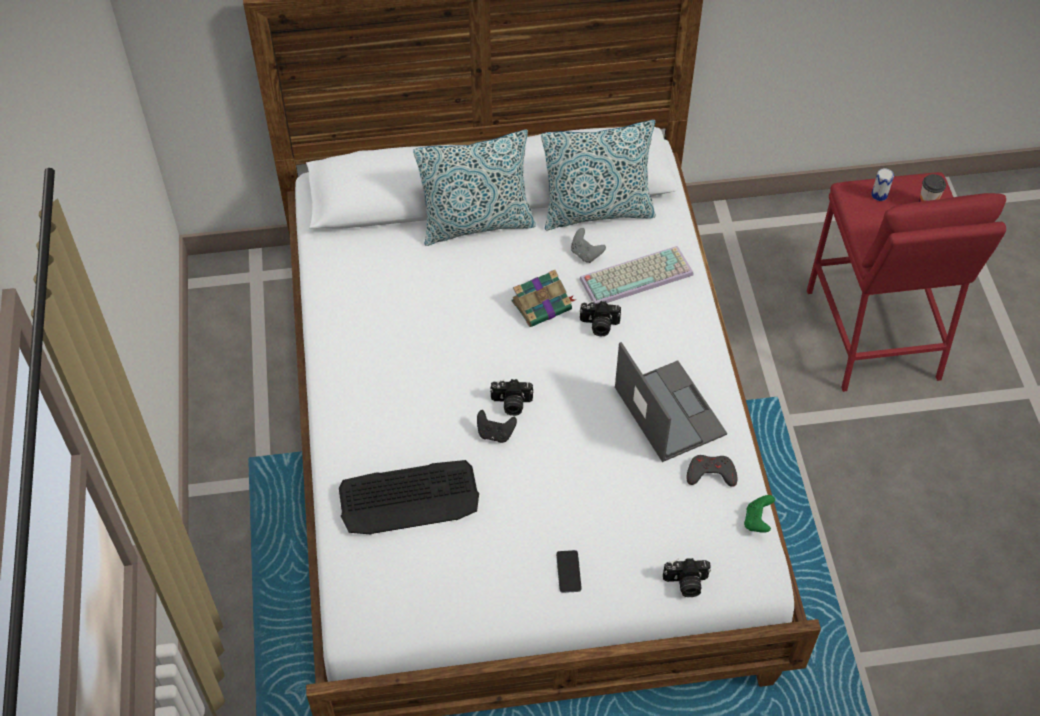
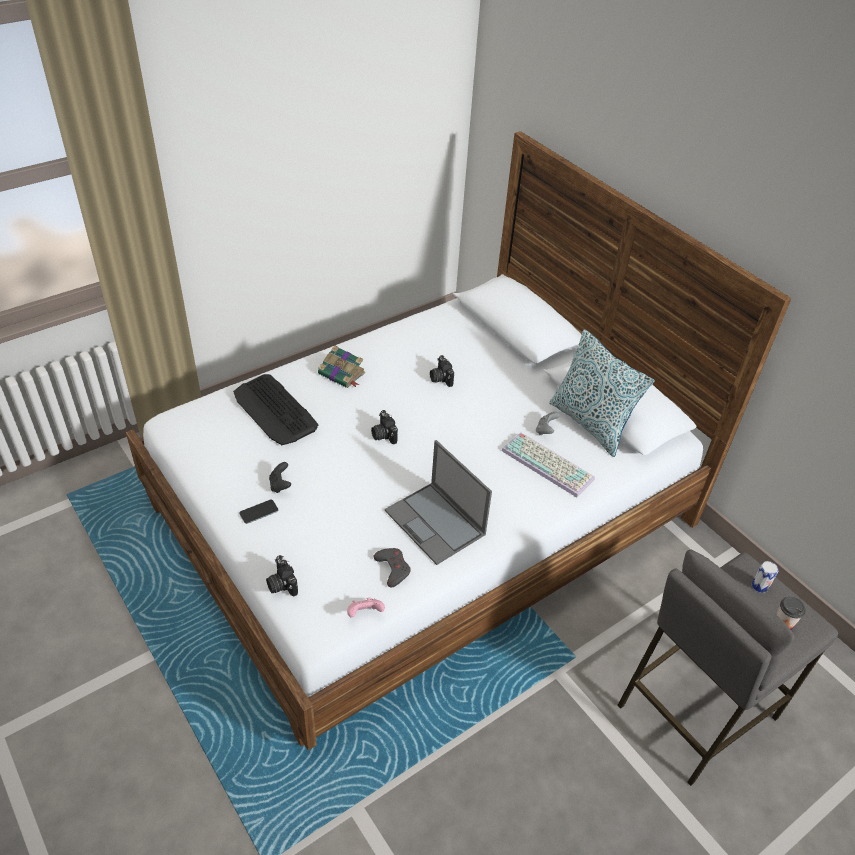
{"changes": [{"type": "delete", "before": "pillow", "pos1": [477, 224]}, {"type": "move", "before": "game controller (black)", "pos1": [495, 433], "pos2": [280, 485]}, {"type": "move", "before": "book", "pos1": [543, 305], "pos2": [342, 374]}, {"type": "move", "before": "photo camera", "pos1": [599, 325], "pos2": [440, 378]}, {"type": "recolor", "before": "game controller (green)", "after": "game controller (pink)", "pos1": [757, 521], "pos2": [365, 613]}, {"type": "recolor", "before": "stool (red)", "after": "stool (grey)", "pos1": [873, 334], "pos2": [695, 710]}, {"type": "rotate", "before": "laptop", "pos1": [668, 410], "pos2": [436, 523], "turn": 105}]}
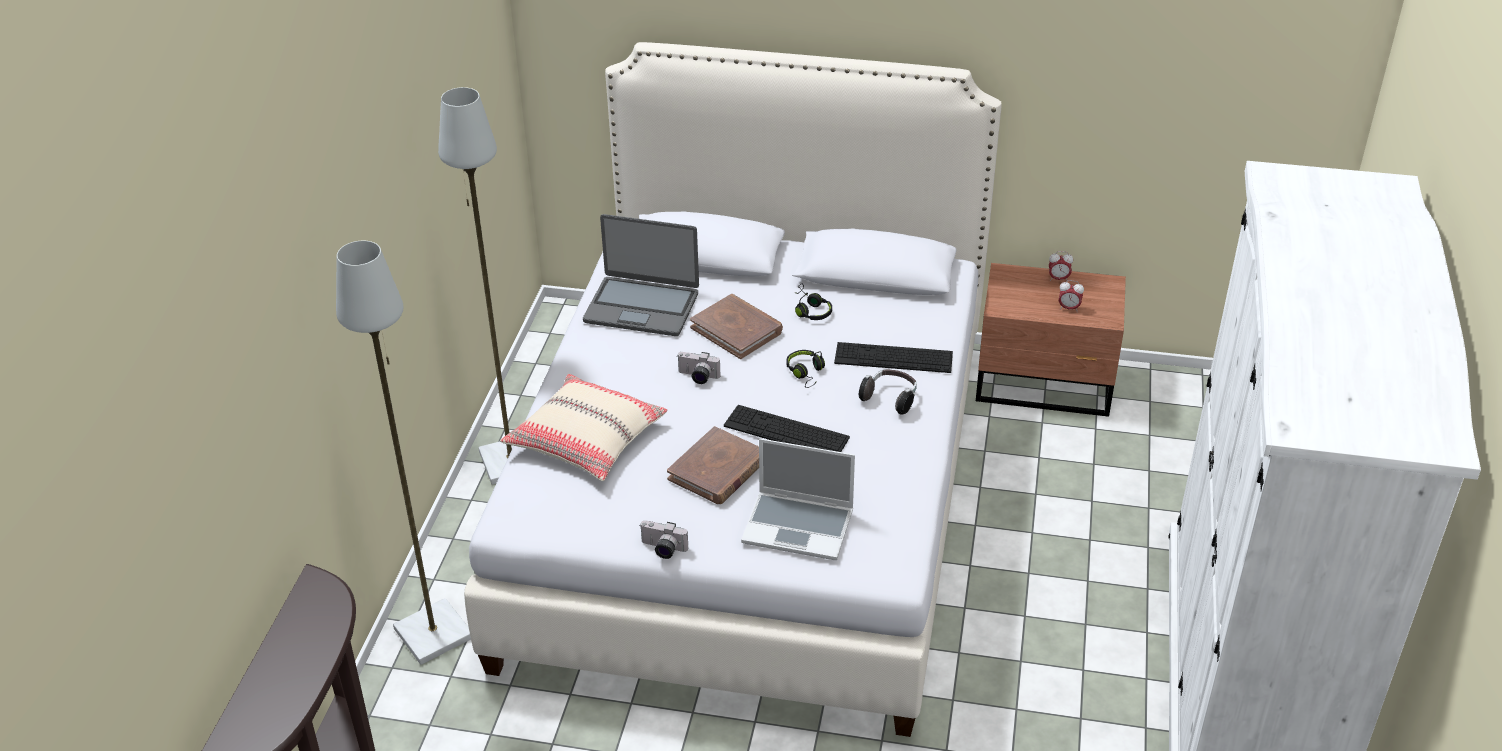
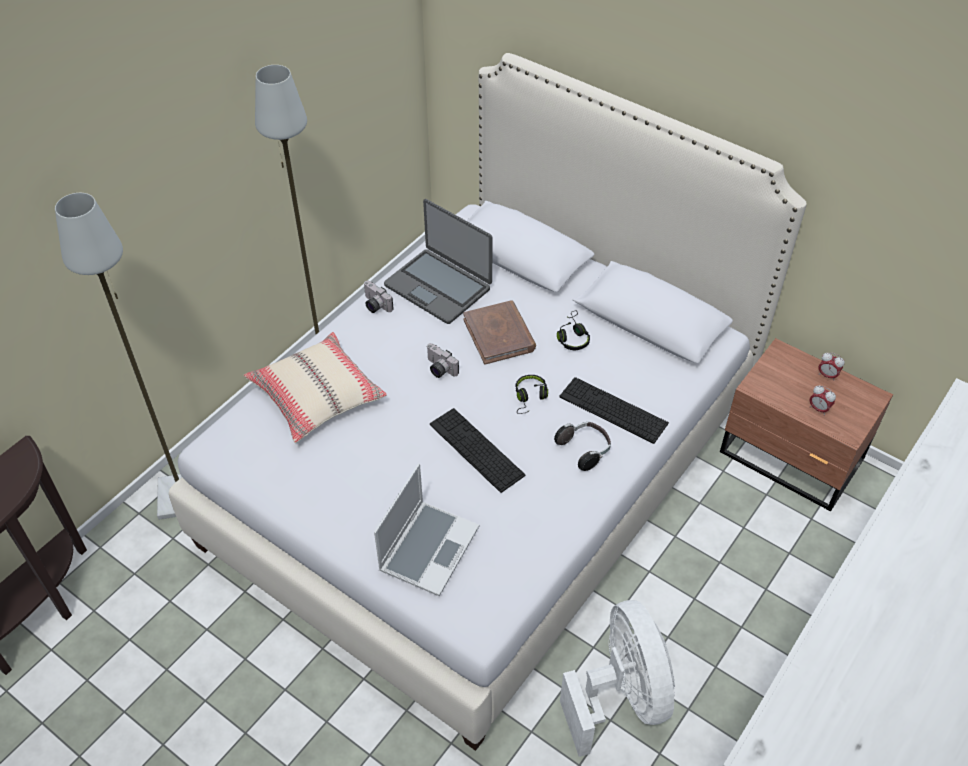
{"changes": [{"type": "delete", "before": "book (brown)", "pos1": [718, 470]}, {"type": "insert", "after": "fan (white)", "pos2": [620, 696]}, {"type": "move", "before": "photo camera", "pos1": [662, 549], "pos2": [375, 305]}, {"type": "rotate", "before": "laptop", "pos1": [799, 526], "pos2": [428, 547], "turn": -105}]}
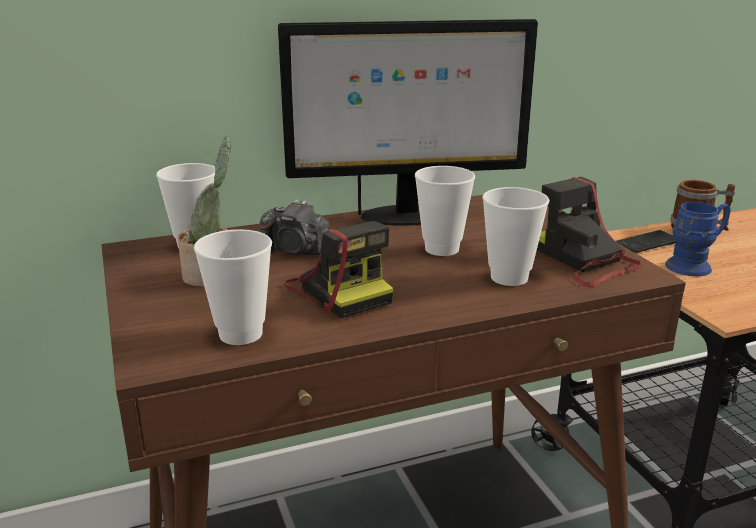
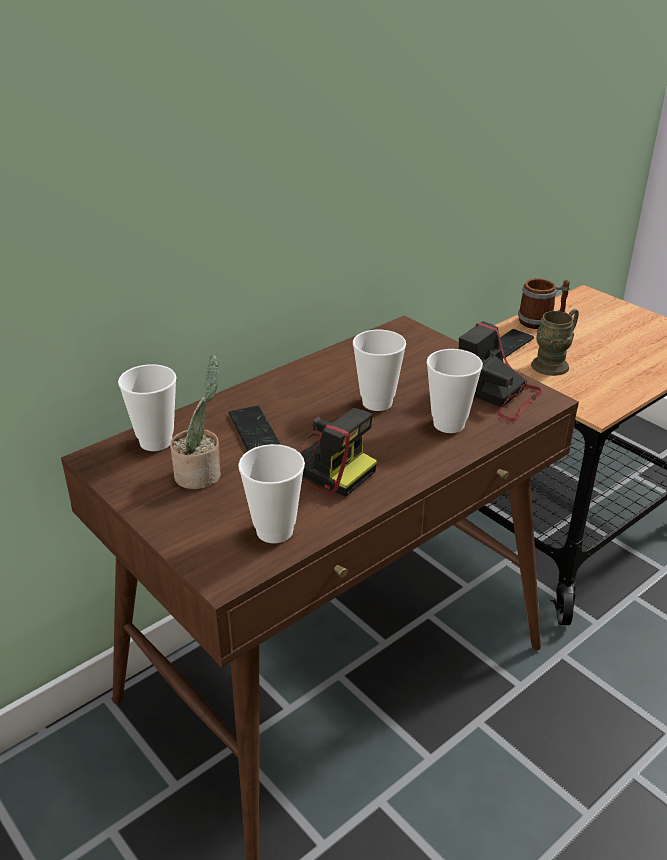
{"changes": [{"type": "delete", "before": "monitor", "pos1": [405, 216]}, {"type": "replace", "before": "photo camera", "after": "phone", "pos1": [295, 251], "pos2": [253, 430]}, {"type": "recolor", "before": "mug (blue)", "after": "mug (brown)", "pos1": [695, 265], "pos2": [554, 363]}]}
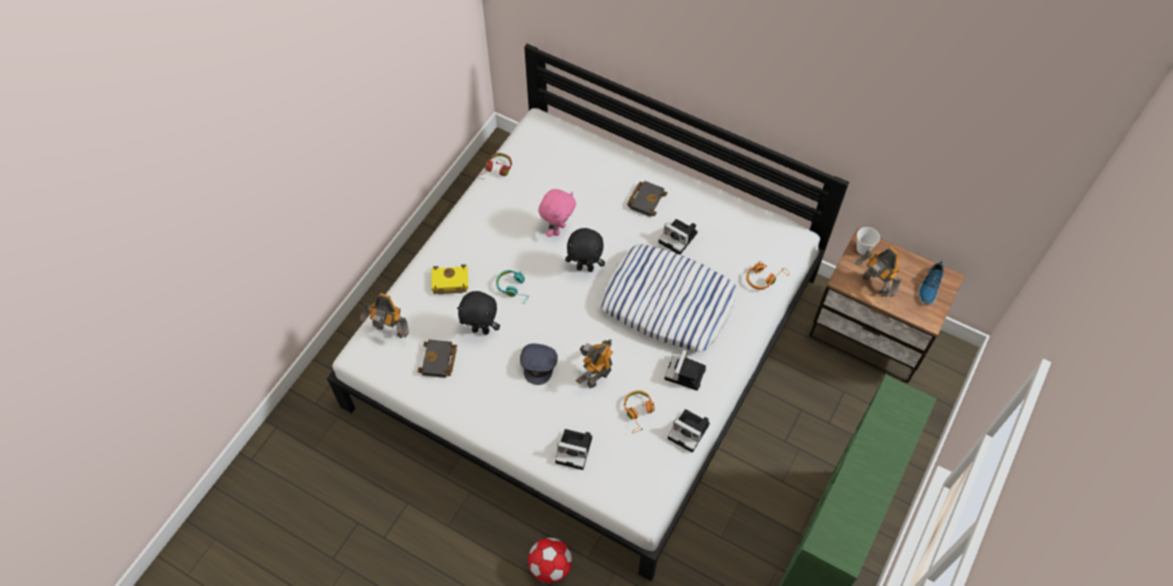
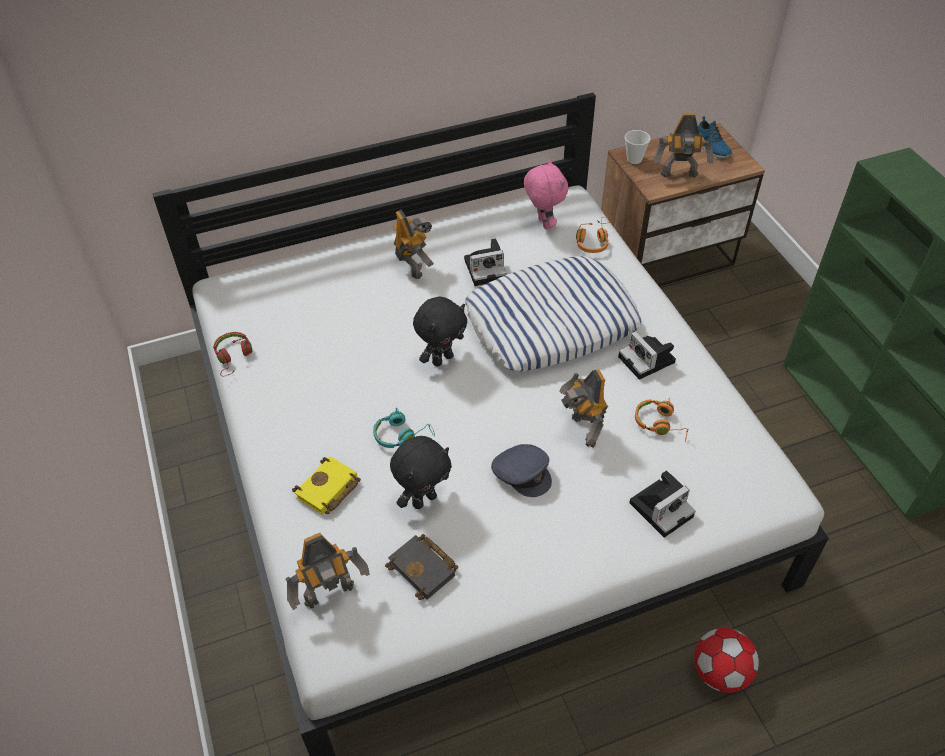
{"changes": [{"type": "delete", "before": "photo camera", "pos1": [690, 431]}, {"type": "move", "before": "plush toy (pink)", "pos1": [558, 229], "pos2": [543, 223]}, {"type": "replace", "before": "book (black)", "after": "toy robot", "pos1": [646, 199], "pos2": [413, 266]}]}
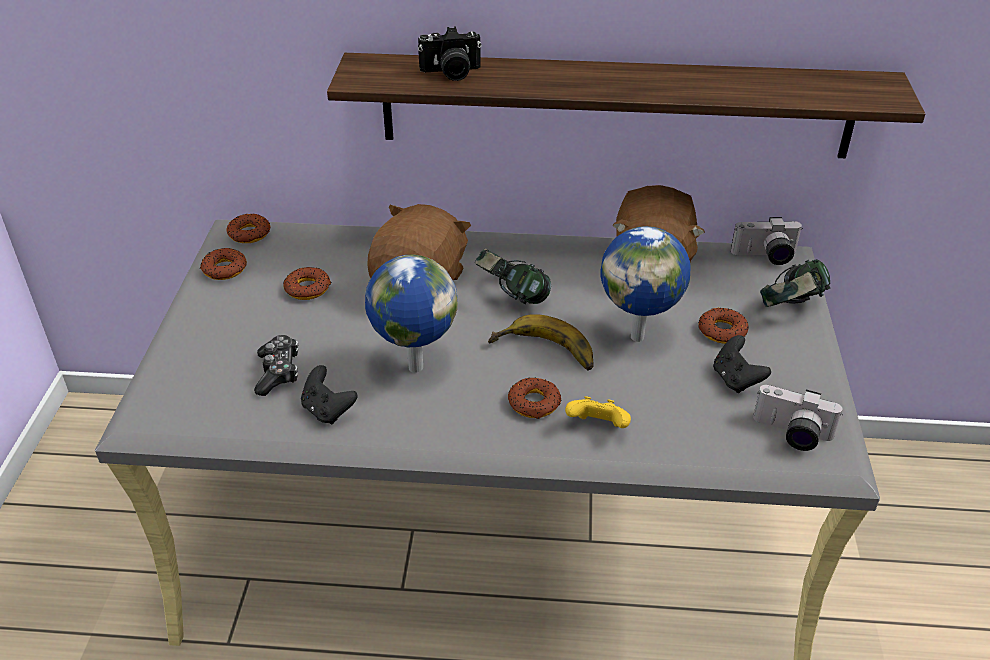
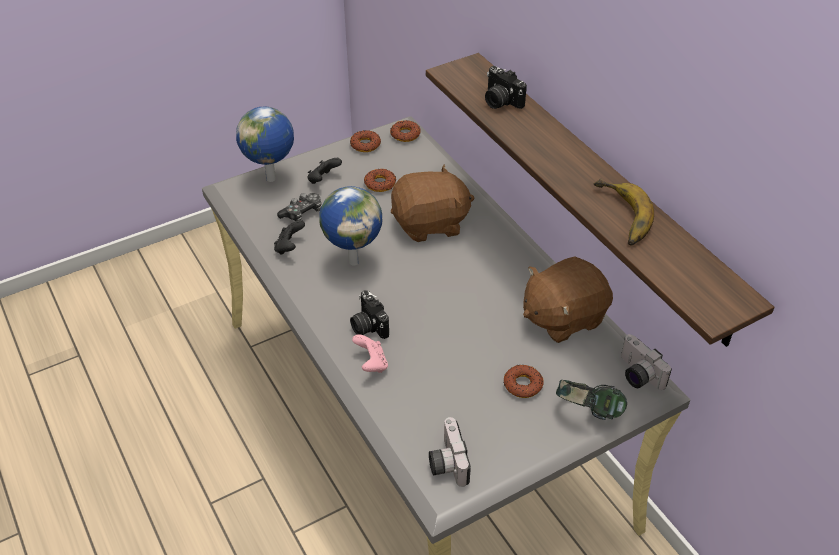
{"changes": [{"type": "delete", "before": "headphones", "pos1": [511, 296]}, {"type": "move", "before": "banana", "pos1": [543, 354], "pos2": [618, 217]}, {"type": "move", "before": "globe", "pos1": [638, 336], "pos2": [272, 179]}, {"type": "move", "before": "game controller (black)", "pos1": [736, 379], "pos2": [323, 180]}, {"type": "replace", "before": "donut", "after": "photo camera", "pos1": [534, 403], "pos2": [368, 326]}, {"type": "recolor", "before": "game controller (yellow)", "after": "game controller (pink)", "pos1": [598, 427], "pos2": [371, 364]}]}
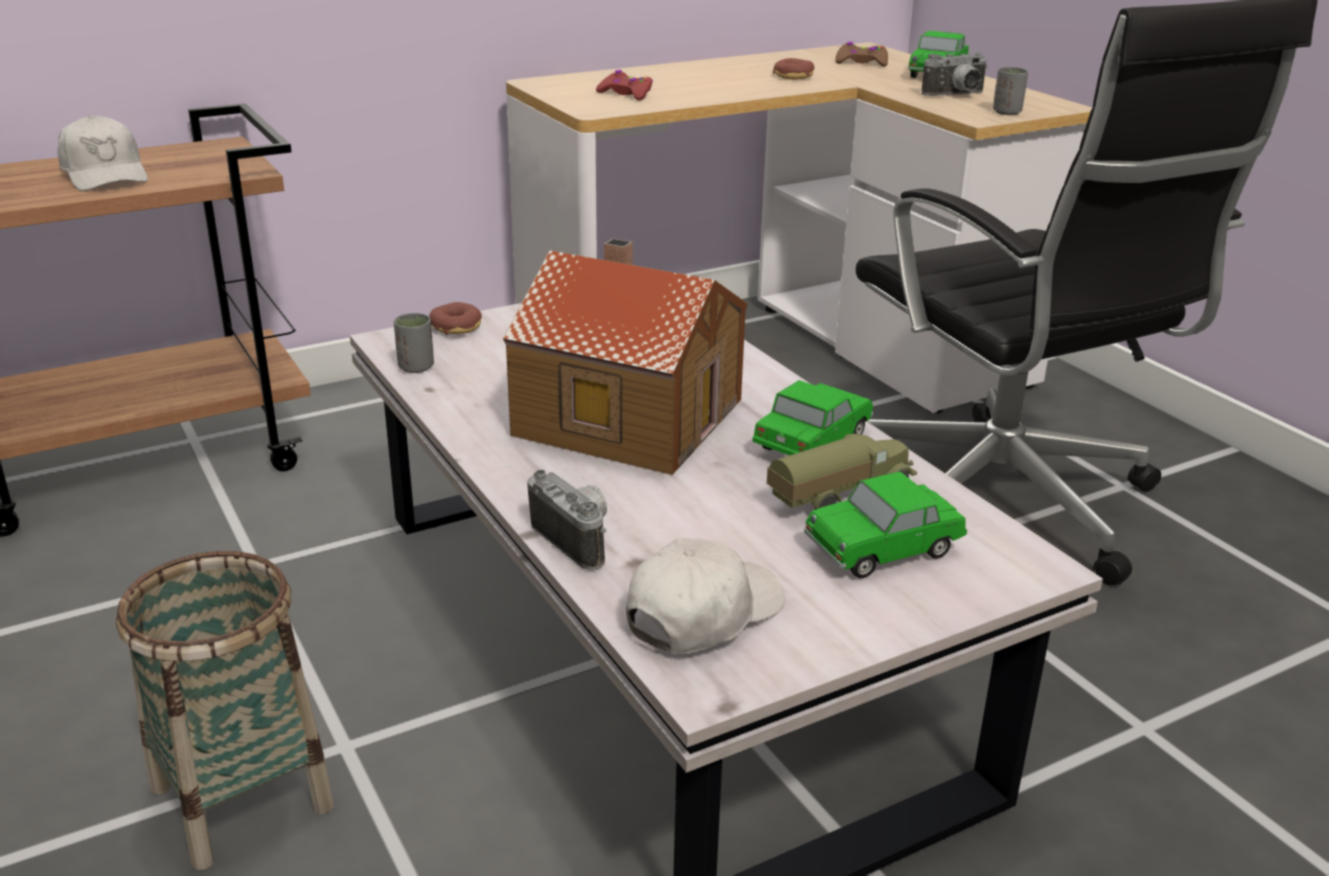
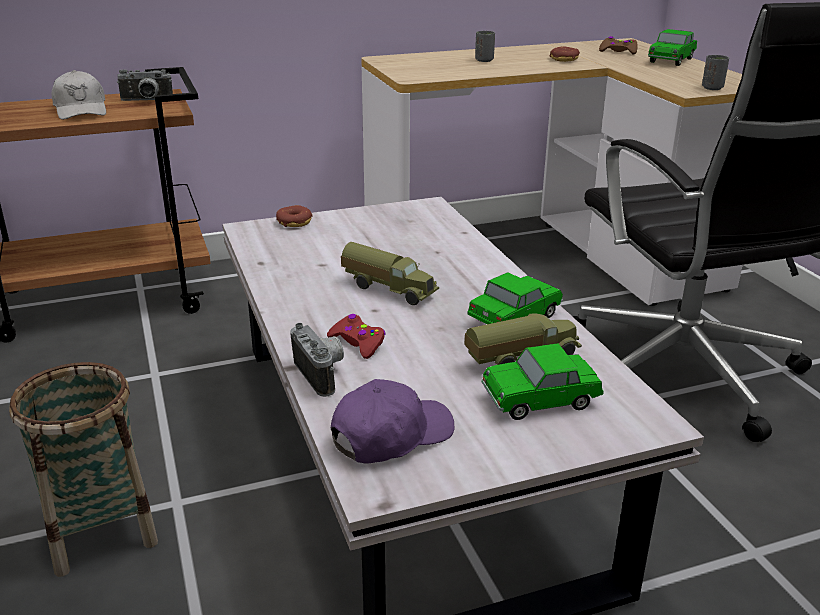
{"changes": [{"type": "move", "before": "cup (grey)", "pos1": [416, 367], "pos2": [484, 60]}, {"type": "move", "before": "game controller (red)", "pos1": [626, 94], "pos2": [358, 343]}, {"type": "move", "before": "photo camera", "pos1": [956, 95], "pos2": [146, 101]}, {"type": "replace", "before": "toy house", "after": "toy truck", "pos1": [627, 414], "pos2": [389, 289]}, {"type": "recolor", "before": "cap (white)", "after": "cap (purple)", "pos1": [702, 614], "pos2": [391, 435]}]}
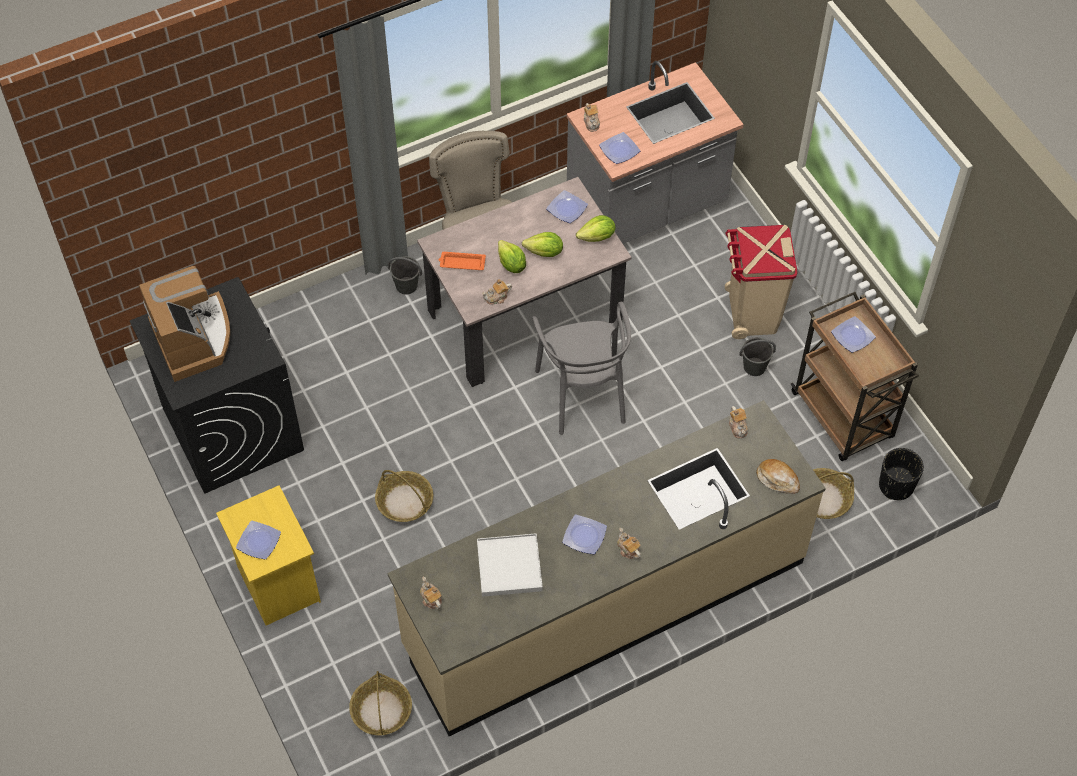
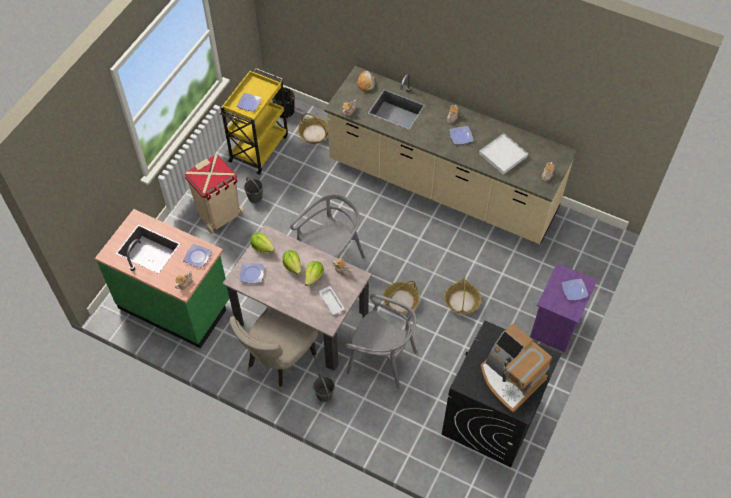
{"changes": [{"type": "insert", "after": "chair (grey)", "pos2": [382, 360]}, {"type": "move", "before": "basket", "pos1": [381, 711], "pos2": [401, 301]}, {"type": "recolor", "before": "nightstand (yellow)", "after": "nightstand (purple)", "pos1": [277, 584], "pos2": [556, 327]}, {"type": "recolor", "before": "tray (orange)", "after": "tray (white)", "pos1": [461, 263], "pos2": [332, 302]}, {"type": "recolor", "before": "counter (grey)", "after": "counter (green)", "pos1": [647, 208], "pos2": [175, 304]}, {"type": "recolor", "before": "cart (brown)", "after": "cart (yellow)", "pos1": [843, 417], "pos2": [259, 147]}, {"type": "rotate", "before": "coffee machine", "pos1": [194, 339], "pos2": [510, 378], "turn": -75}]}
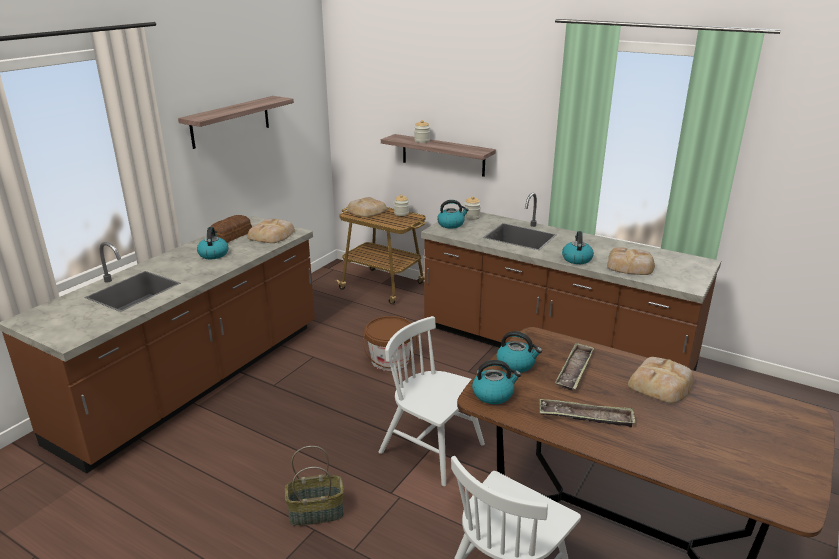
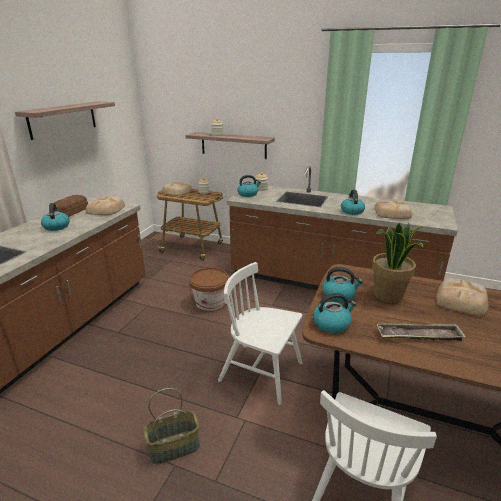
{"changes": [{"type": "replace", "before": "tray", "after": "potted plant", "pos1": [574, 370], "pos2": [388, 295]}]}
